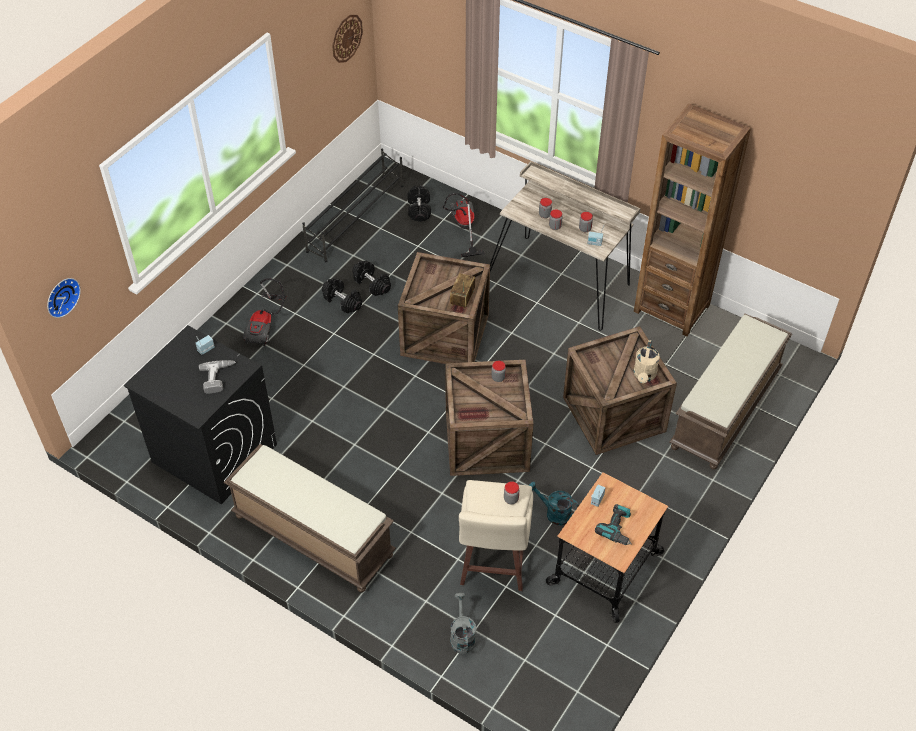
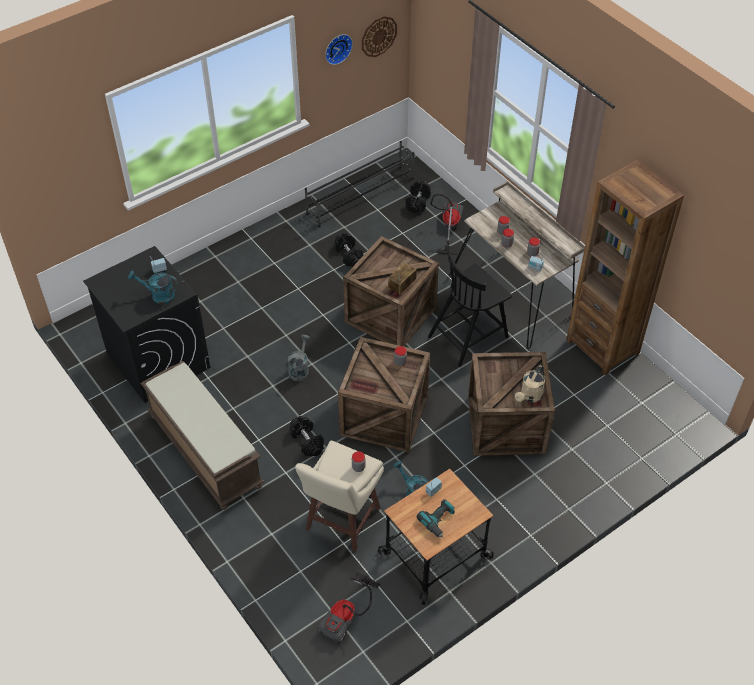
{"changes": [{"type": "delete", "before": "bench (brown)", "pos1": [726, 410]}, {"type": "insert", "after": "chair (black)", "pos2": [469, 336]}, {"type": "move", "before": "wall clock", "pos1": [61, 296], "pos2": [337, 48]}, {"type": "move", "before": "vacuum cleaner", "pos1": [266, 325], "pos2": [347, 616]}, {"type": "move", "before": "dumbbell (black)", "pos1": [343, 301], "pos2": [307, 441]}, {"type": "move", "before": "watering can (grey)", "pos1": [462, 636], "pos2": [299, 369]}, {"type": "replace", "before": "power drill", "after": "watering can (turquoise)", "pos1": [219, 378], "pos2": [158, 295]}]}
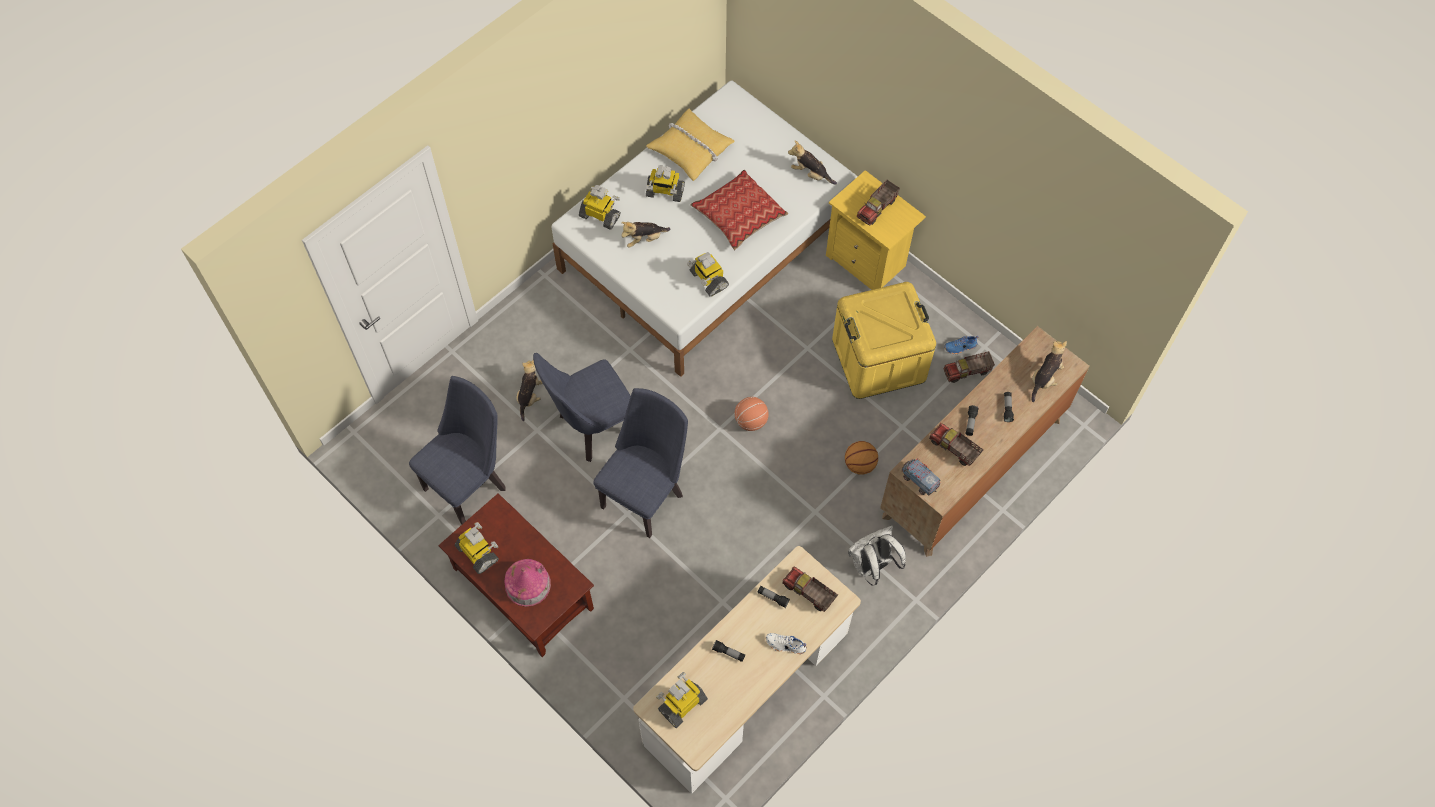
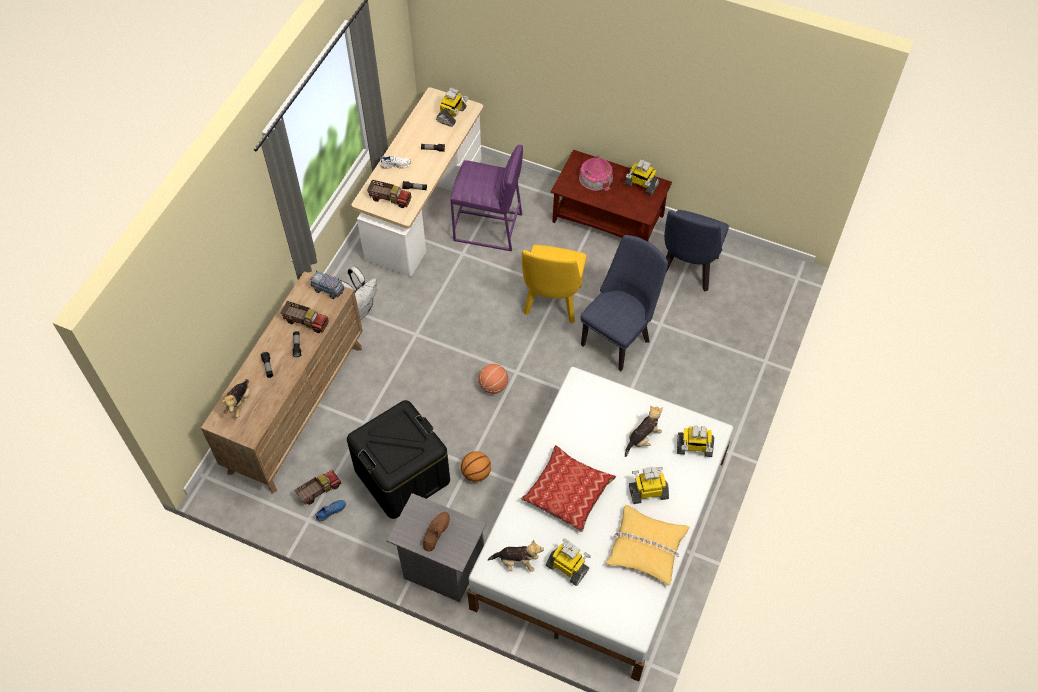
{"changes": [{"type": "delete", "before": "plush toy", "pos1": [530, 396]}, {"type": "insert", "after": "stool (purple)", "pos2": [488, 228]}, {"type": "move", "before": "toy robot", "pos1": [708, 279], "pos2": [568, 567]}, {"type": "move", "before": "basketball", "pos1": [859, 465], "pos2": [476, 473]}, {"type": "replace", "before": "toy truck", "after": "shoe (brown)", "pos1": [877, 208], "pos2": [436, 532]}, {"type": "recolor", "before": "chair (blue)", "after": "chair (yellow)", "pos1": [645, 495], "pos2": [552, 305]}, {"type": "recolor", "before": "nightstand (yellow)", "after": "nightstand (grey)", "pos1": [868, 262], "pos2": [441, 569]}, {"type": "recolor", "before": "storage box (yellow)", "after": "storage box (black)", "pos1": [878, 359], "pos2": [402, 475]}]}
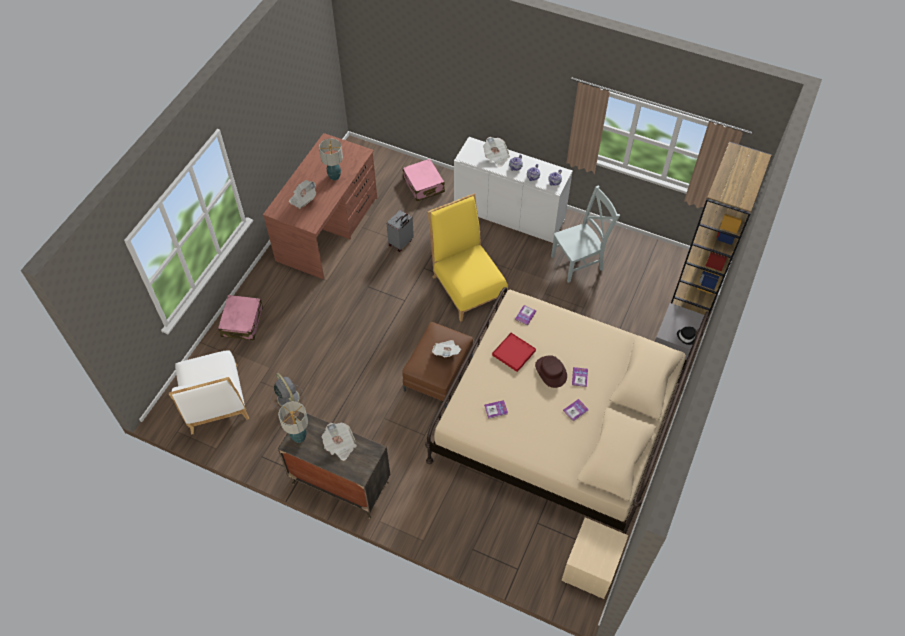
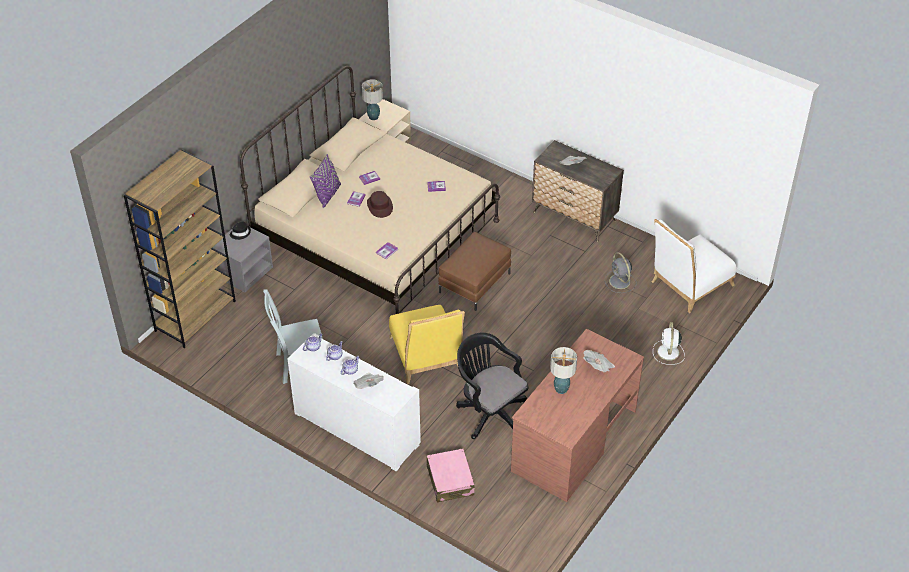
{"changes": [{"type": "delete", "before": "newspaper", "pos1": [446, 352]}, {"type": "delete", "before": "tray (red)", "pos1": [513, 353]}, {"type": "insert", "after": "pillow (purple)", "pos2": [327, 195]}, {"type": "move", "before": "table lamp", "pos1": [299, 437], "pos2": [373, 117]}, {"type": "replace", "before": "suitcase (pink)", "after": "fan (white)", "pos1": [242, 322], "pos2": [668, 353]}, {"type": "replace", "before": "suitcase (grey)", "after": "office chair (black)", "pos1": [401, 243], "pos2": [489, 412]}, {"type": "rotate", "before": "chair (white)", "pos1": [215, 403], "pos2": [688, 286], "turn": -120}]}
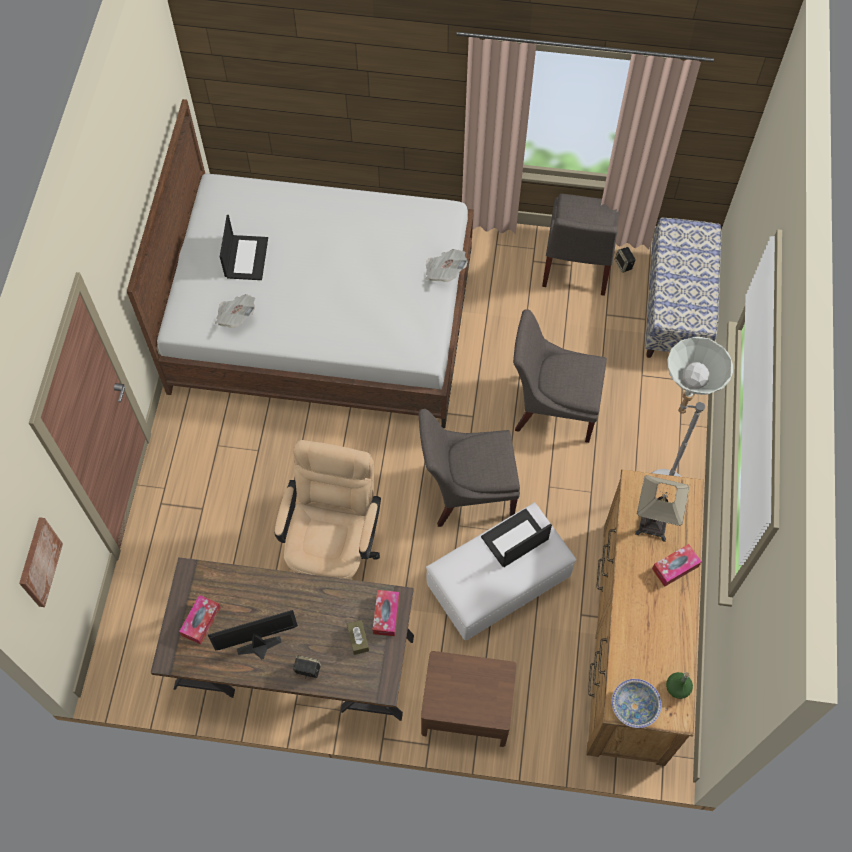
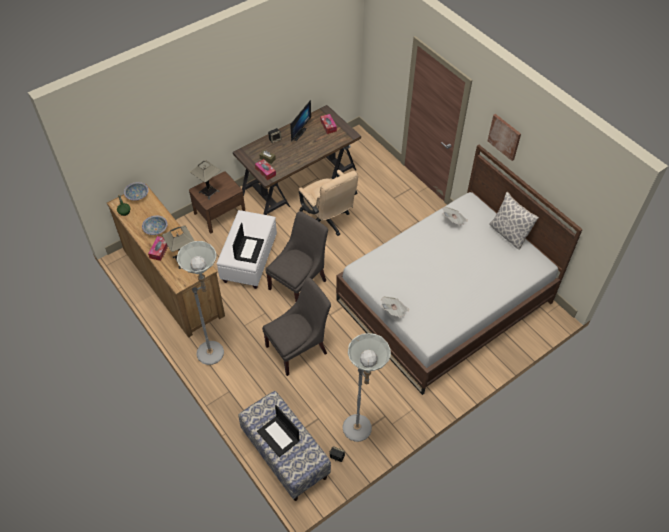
{"changes": [{"type": "insert", "after": "bowl", "pos2": [156, 229]}, {"type": "insert", "after": "table lamp", "pos2": [209, 191]}, {"type": "insert", "after": "pillow", "pos2": [508, 234]}, {"type": "move", "before": "picture", "pos1": [38, 562], "pos2": [504, 136]}, {"type": "move", "before": "laptop", "pos1": [246, 257], "pos2": [279, 436]}, {"type": "replace", "before": "chair (grey)", "after": "floor lamp (grey)", "pos1": [576, 266], "pos2": [361, 433]}]}
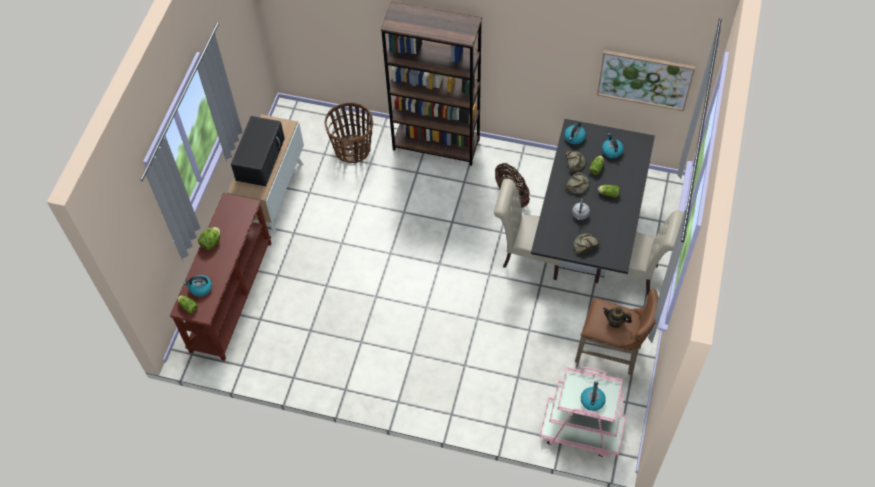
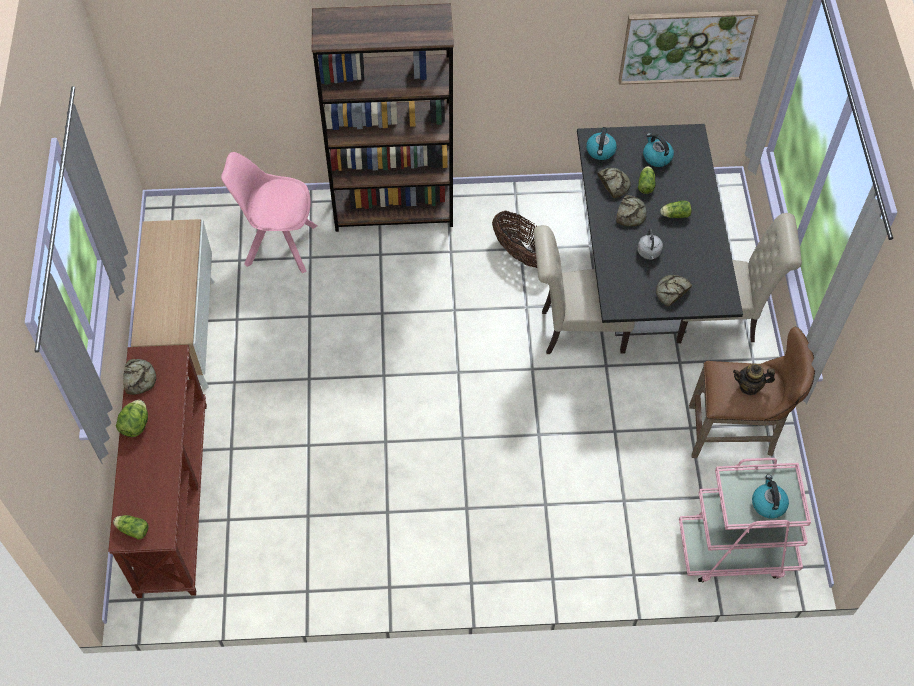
{"changes": [{"type": "delete", "before": "kettle", "pos1": [200, 288]}, {"type": "delete", "before": "microwave (black)", "pos1": [260, 158]}, {"type": "insert", "after": "bread", "pos2": [139, 378]}, {"type": "replace", "before": "basket", "after": "chair (pink)", "pos1": [352, 149], "pos2": [278, 244]}]}
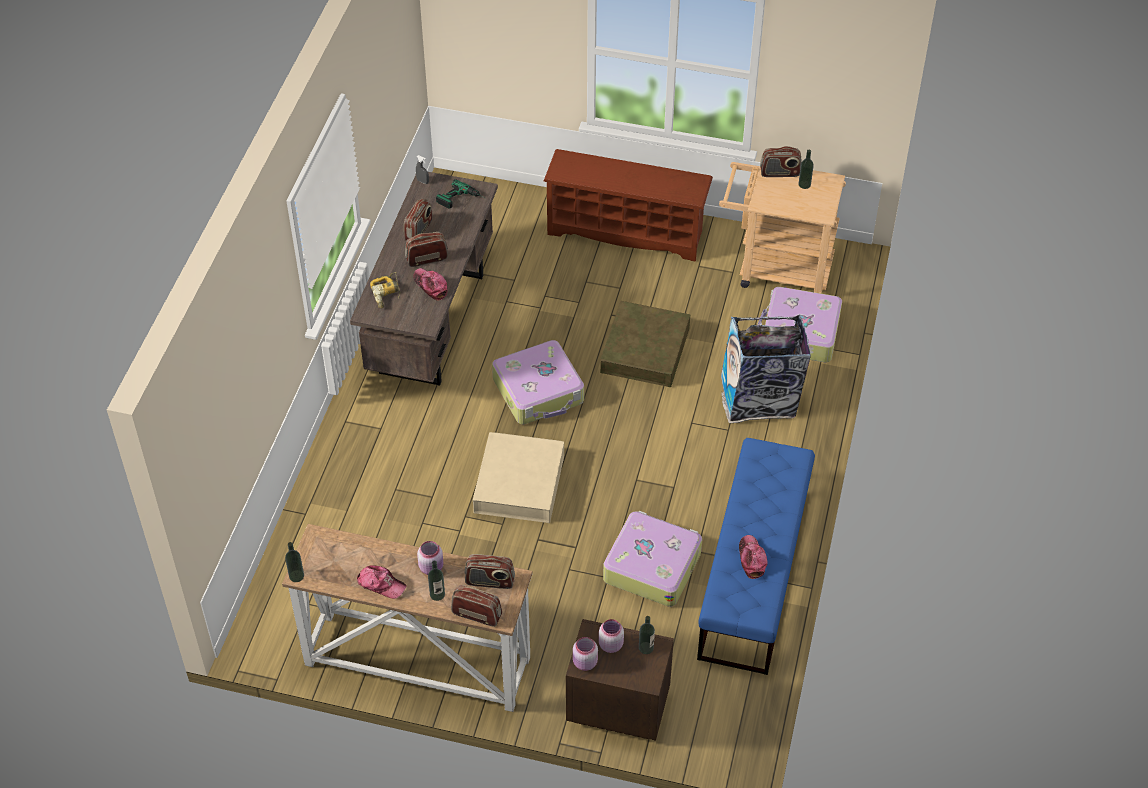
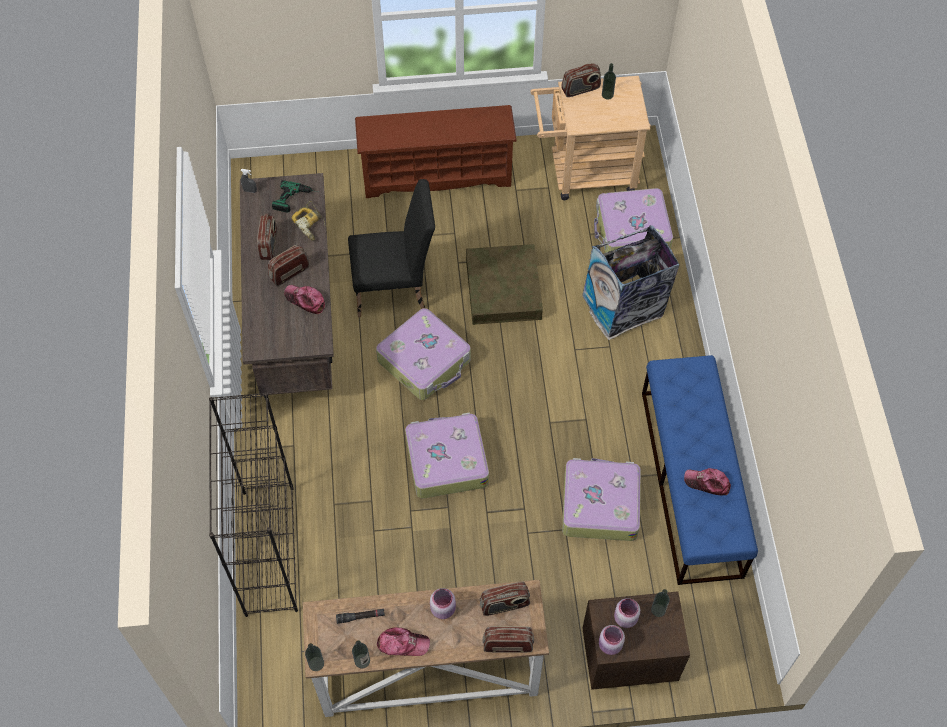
{"changes": [{"type": "insert", "after": "bookcase (black)", "pos2": [269, 549]}, {"type": "insert", "after": "flashlight (black)", "pos2": [360, 617]}, {"type": "insert", "after": "chair (black)", "pos2": [395, 290]}, {"type": "move", "before": "power drill", "pos1": [387, 294], "pos2": [311, 224]}, {"type": "move", "before": "bottle", "pos1": [437, 594], "pos2": [362, 661]}, {"type": "replace", "before": "storage box (beige)", "after": "suitcase", "pos1": [519, 483], "pos2": [446, 461]}, {"type": "rotate", "before": "cap", "pos1": [751, 559], "pos2": [707, 483], "turn": -45}]}
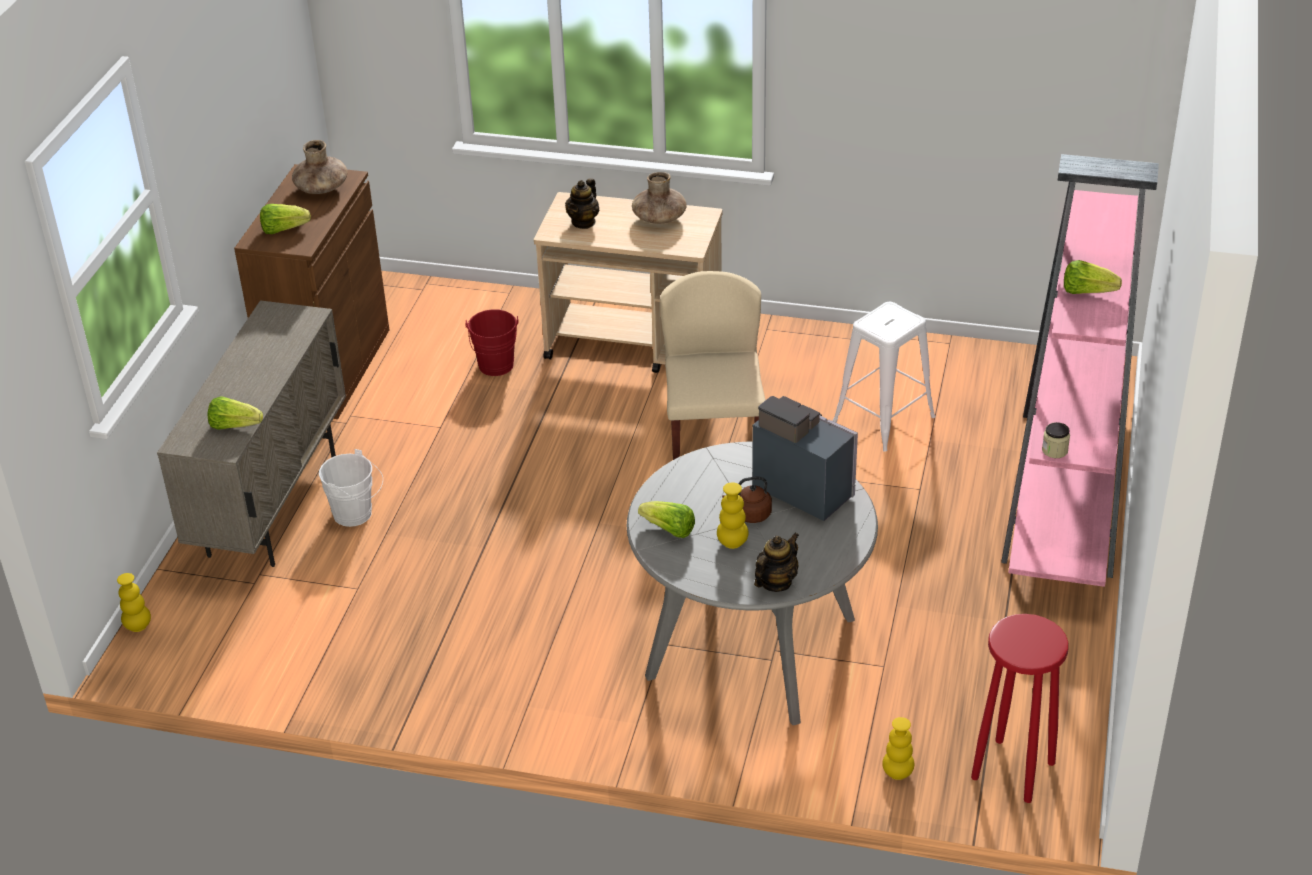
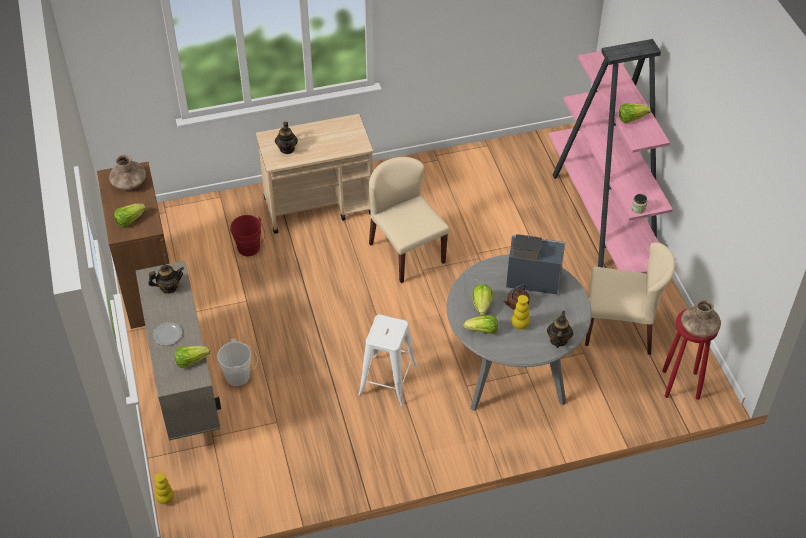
{"changes": [{"type": "delete", "before": "vase (yellow)", "pos1": [897, 773]}, {"type": "insert", "after": "teapot", "pos2": [168, 287]}, {"type": "insert", "after": "plate", "pos2": [168, 335]}, {"type": "insert", "after": "lettuce", "pos2": [482, 305]}, {"type": "insert", "after": "chair (beige)", "pos2": [620, 328]}, {"type": "move", "before": "vase (brown)", "pos1": [659, 218], "pos2": [699, 328]}, {"type": "move", "before": "stool (white)", "pos1": [883, 419], "pos2": [387, 380]}]}
